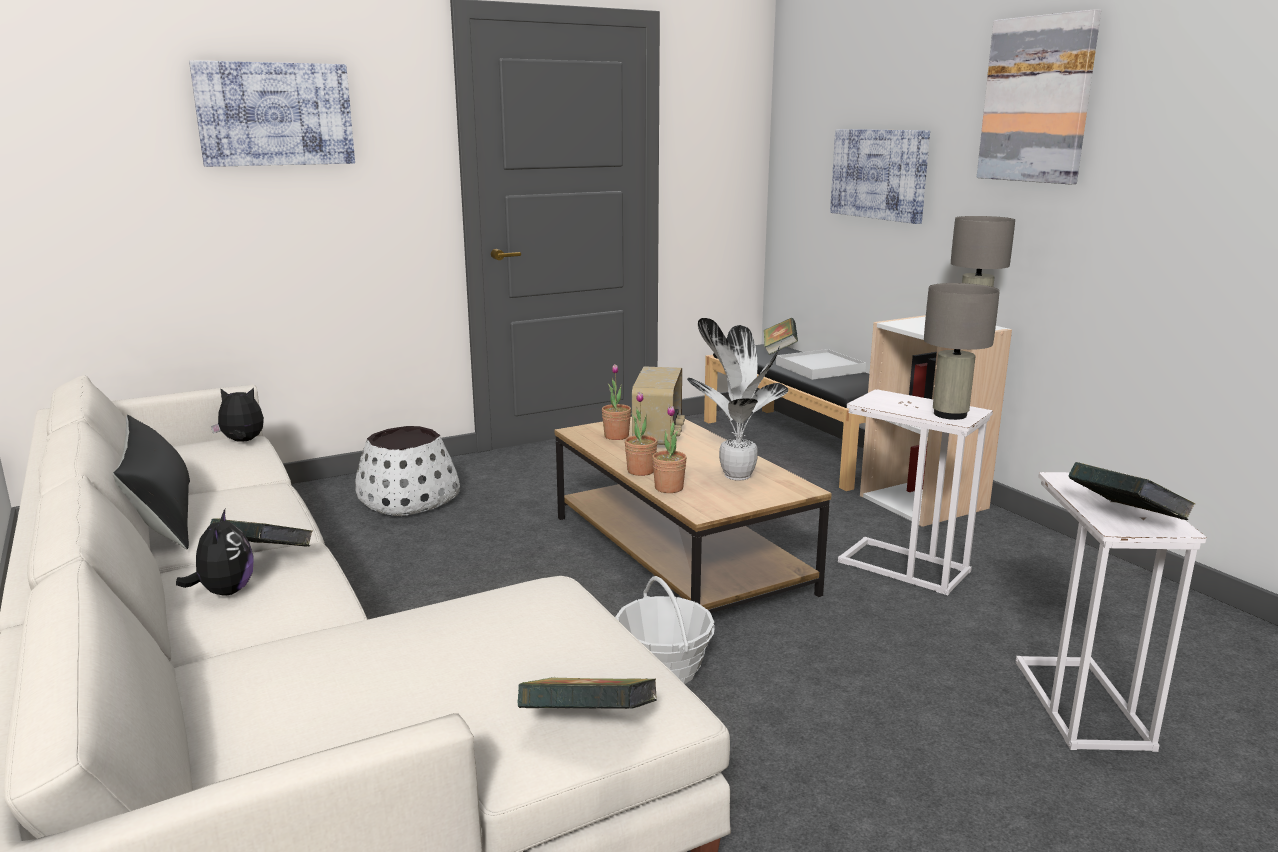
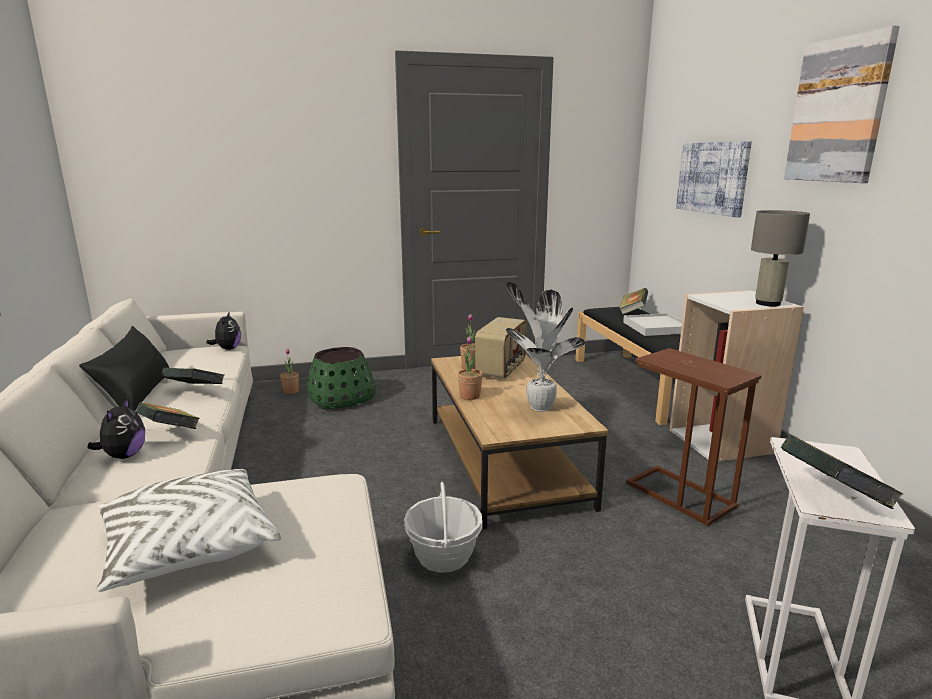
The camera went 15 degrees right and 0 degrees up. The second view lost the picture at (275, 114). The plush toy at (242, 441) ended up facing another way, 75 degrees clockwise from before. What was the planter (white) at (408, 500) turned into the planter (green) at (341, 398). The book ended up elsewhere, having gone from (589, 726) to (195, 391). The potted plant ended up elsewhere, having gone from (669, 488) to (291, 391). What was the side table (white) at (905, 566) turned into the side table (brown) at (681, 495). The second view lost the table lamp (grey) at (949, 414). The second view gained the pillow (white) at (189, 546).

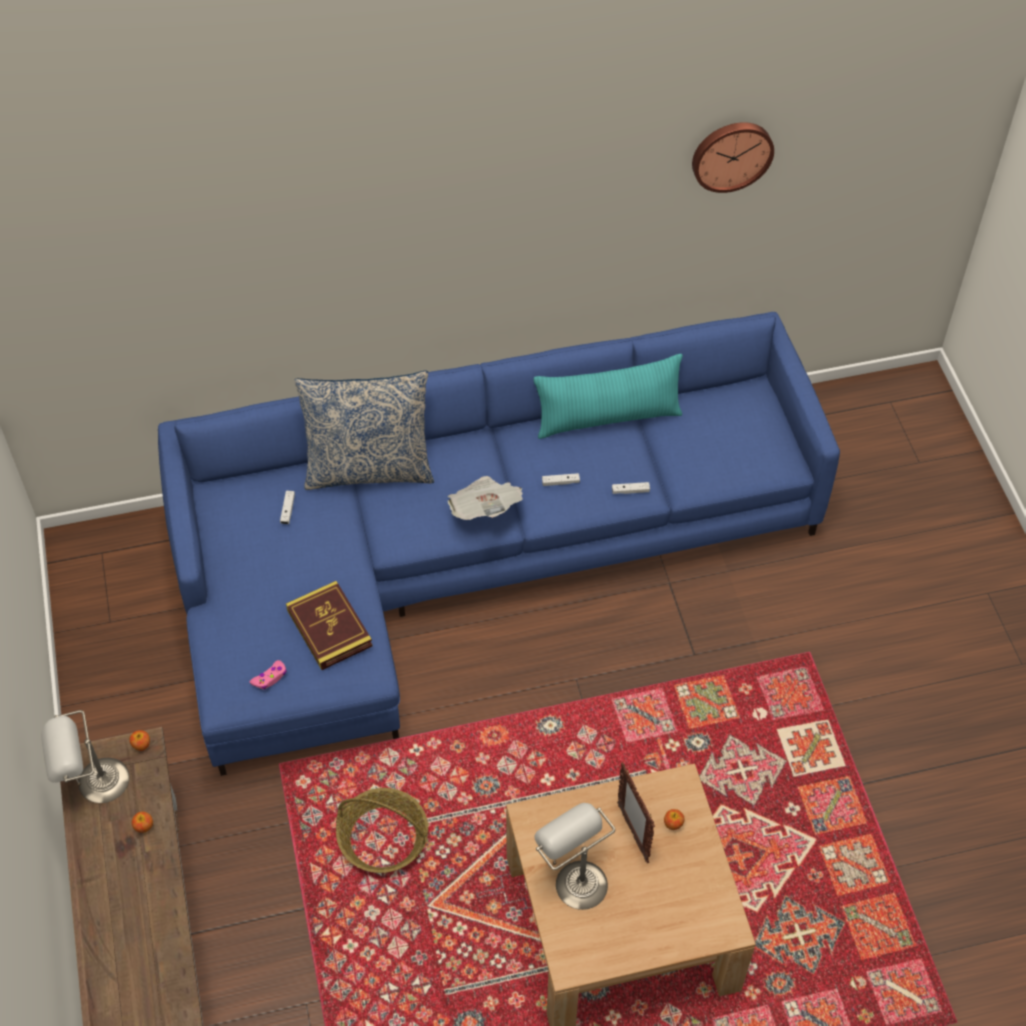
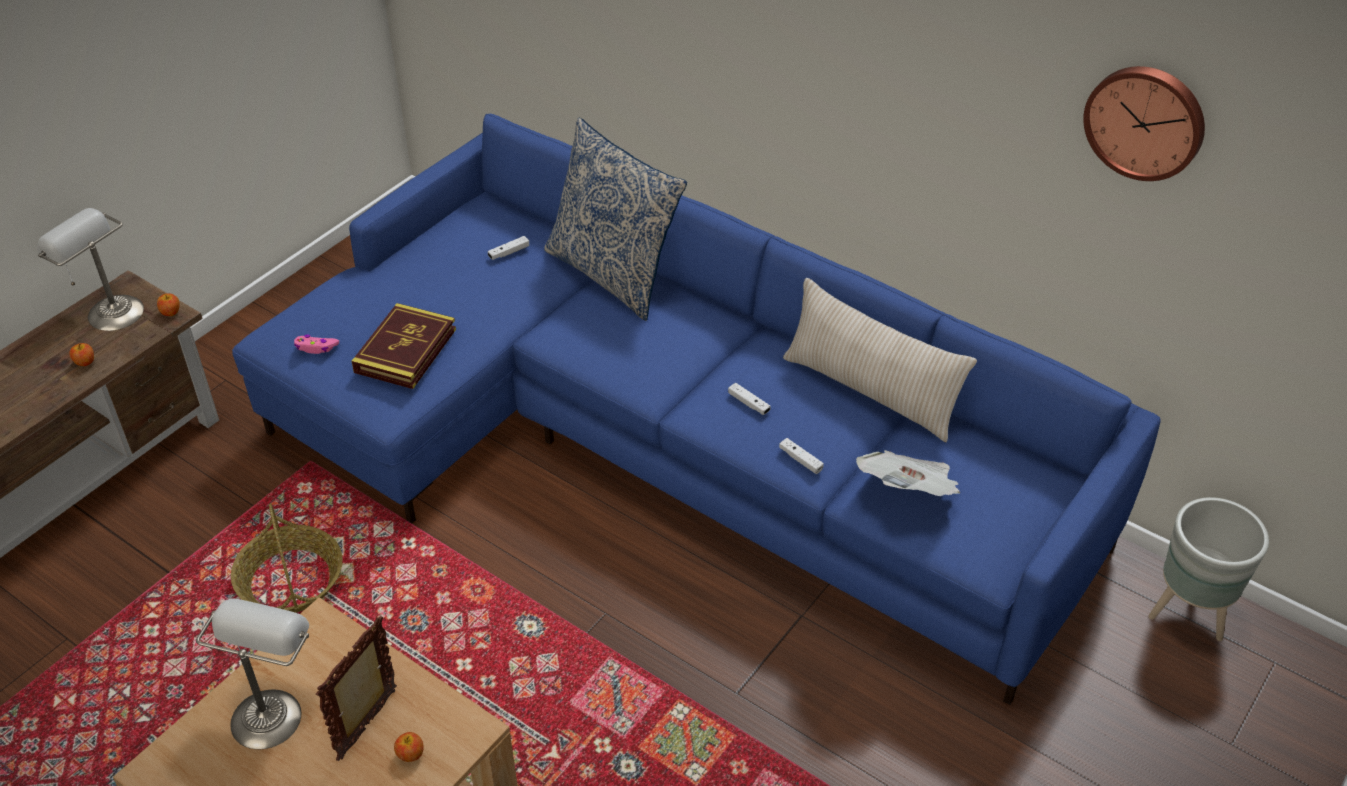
The camera went 50 degrees right and 10 degrees down. The newspaper ended up elsewhere, having gone from (484, 510) to (908, 491). What was the pillow (turquoise) at (608, 418) turned into the pillow (beige) at (870, 391). The second view gained the planter (grey) at (1189, 613).

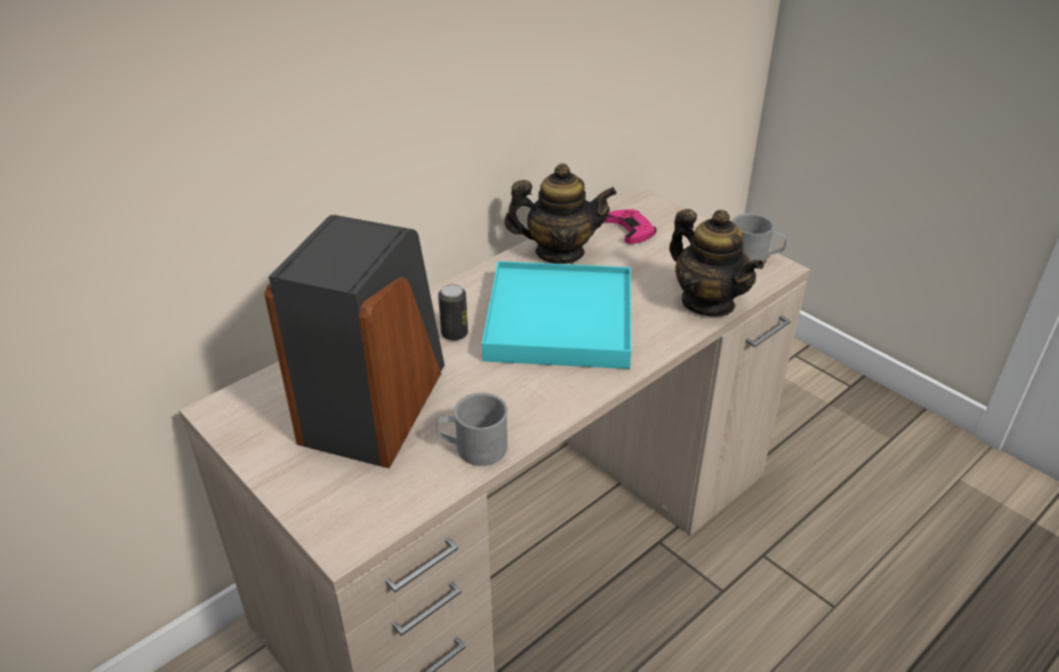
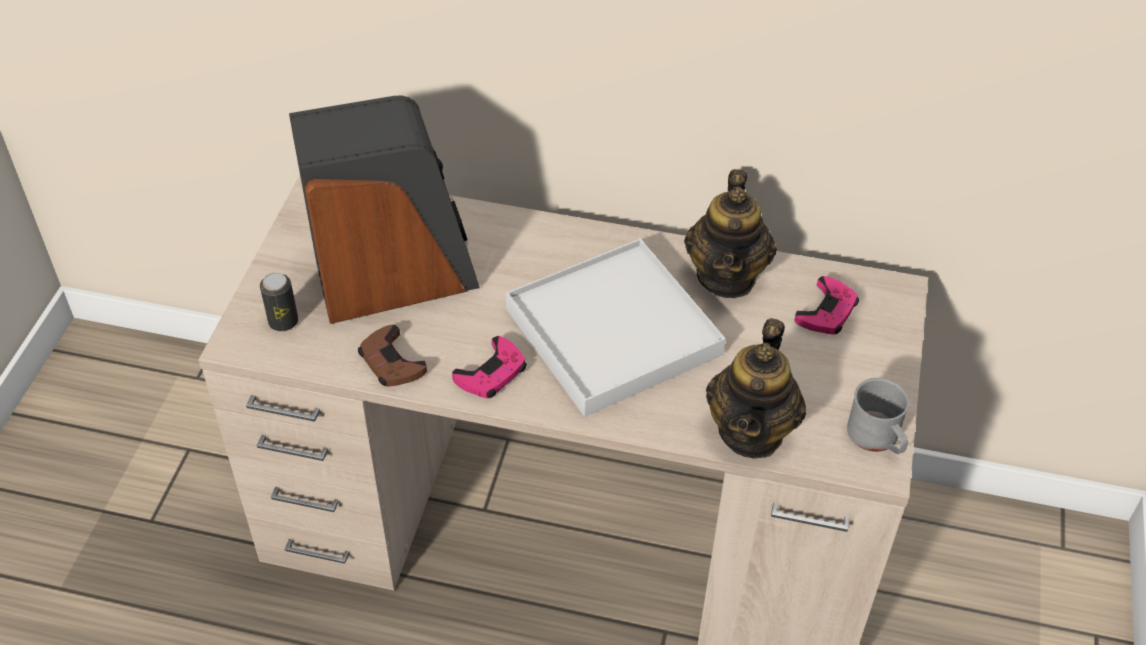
The camera went 55 degrees right and 10 degrees up. Where the mug (grey) stood at (473, 448), the game controller (brown) came to stand at (391, 362). The can ended up elsewhere, having gone from (454, 333) to (283, 322). What was the tray (turquoise) at (559, 321) turned into the tray (white) at (612, 331). The teapot at (559, 252) ended up facing another way, 45 degrees clockwise from before. The second view gained the game controller (pink) at (491, 373).

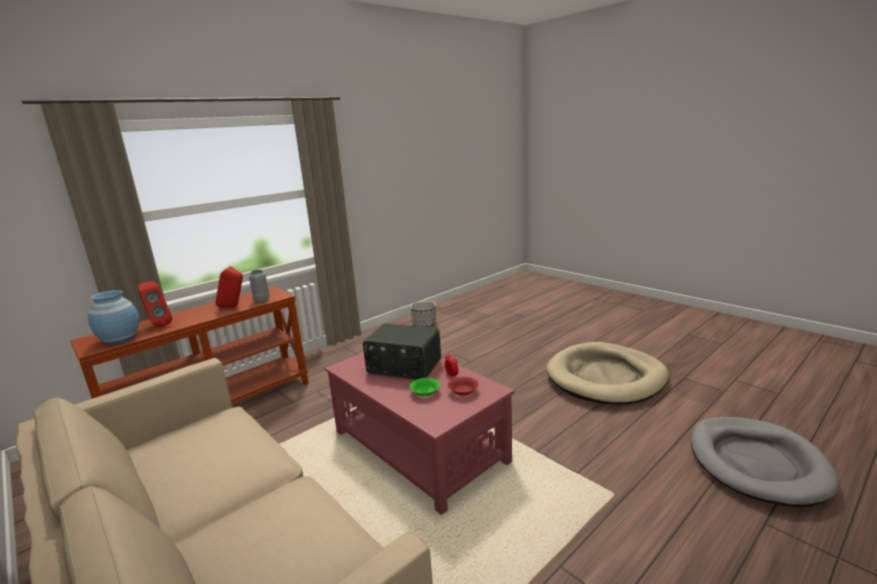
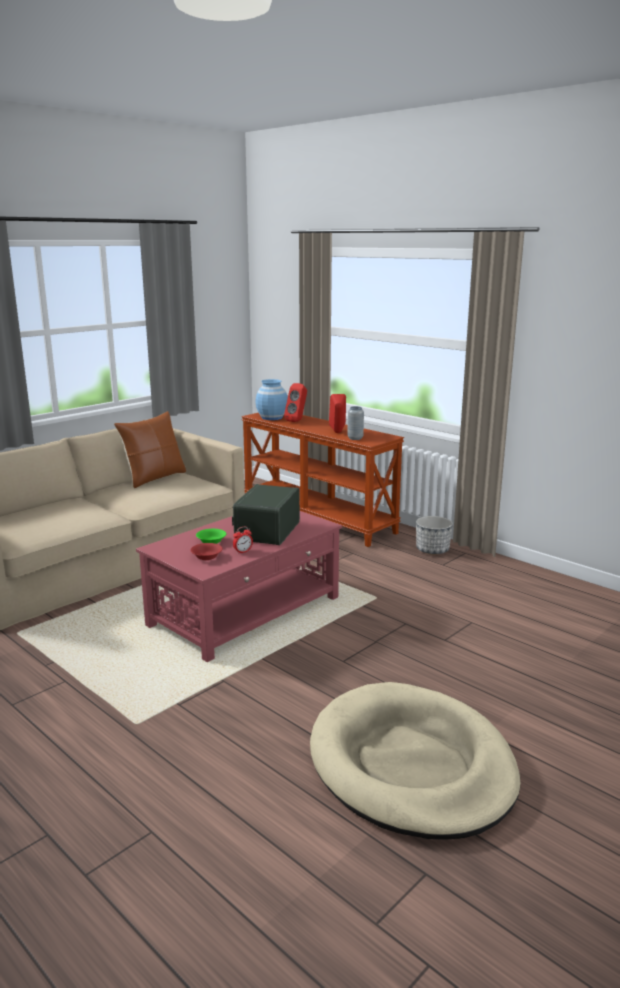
The camera went 85 degrees right and 0 degrees up. The planter ended up elsewhere, having gone from (424, 325) to (432, 550). The second view lost the dog bed (grey) at (756, 463). The second view gained the pillow (brown) at (154, 478).

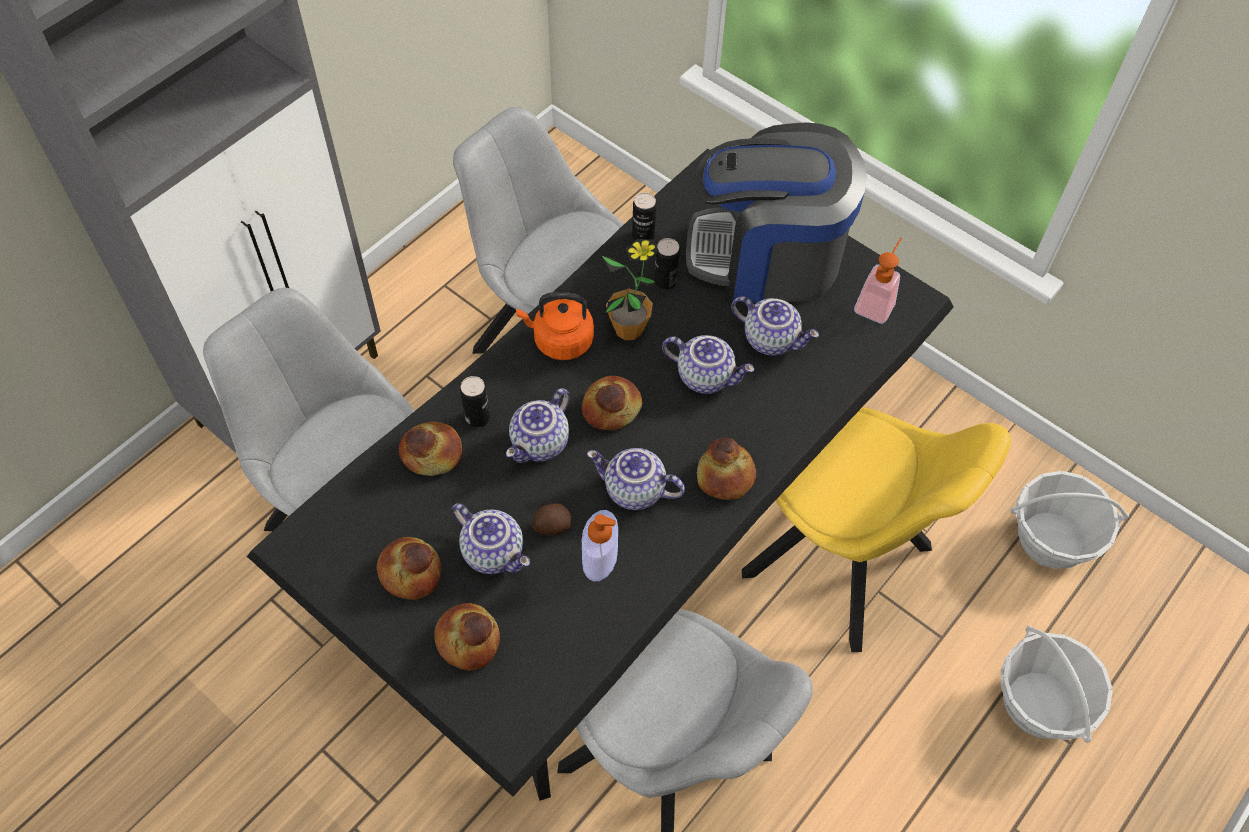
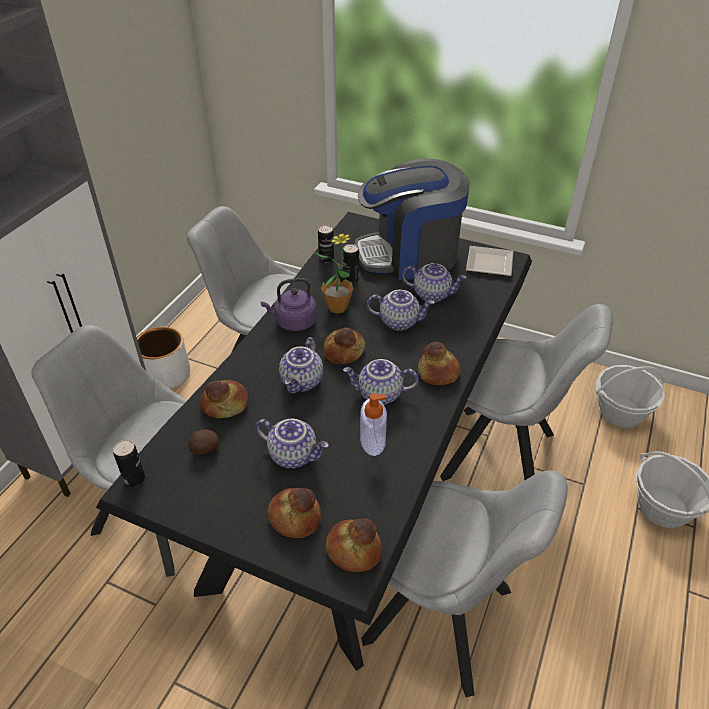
The camera went 15 degrees left and 15 degrees down. The bread ended up elsewhere, having gone from (411, 572) to (354, 550). The can ended up elsewhere, having gone from (477, 418) to (134, 479). What was the kettle (orange) at (560, 341) turned into the kettle (purple) at (293, 322). The potato ended up elsewhere, having gone from (551, 526) to (205, 449). What was the chair (yellow) at (842, 563) turned into the chair (grey) at (502, 456). Where the soap dispenser stood at (877, 303), the plate came to stand at (487, 264). The second view gained the planter (white) at (166, 374).

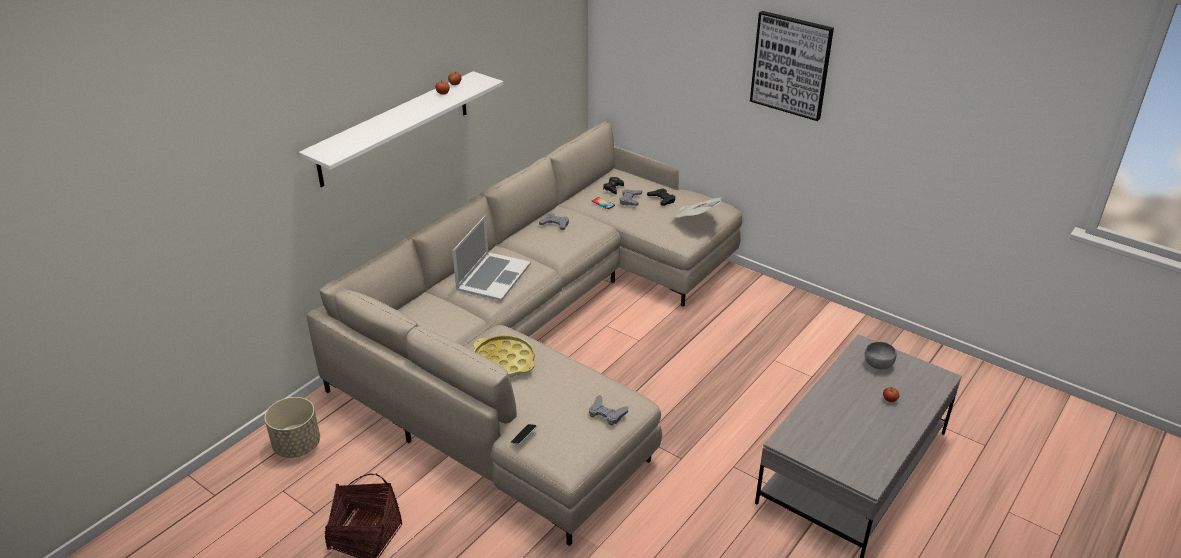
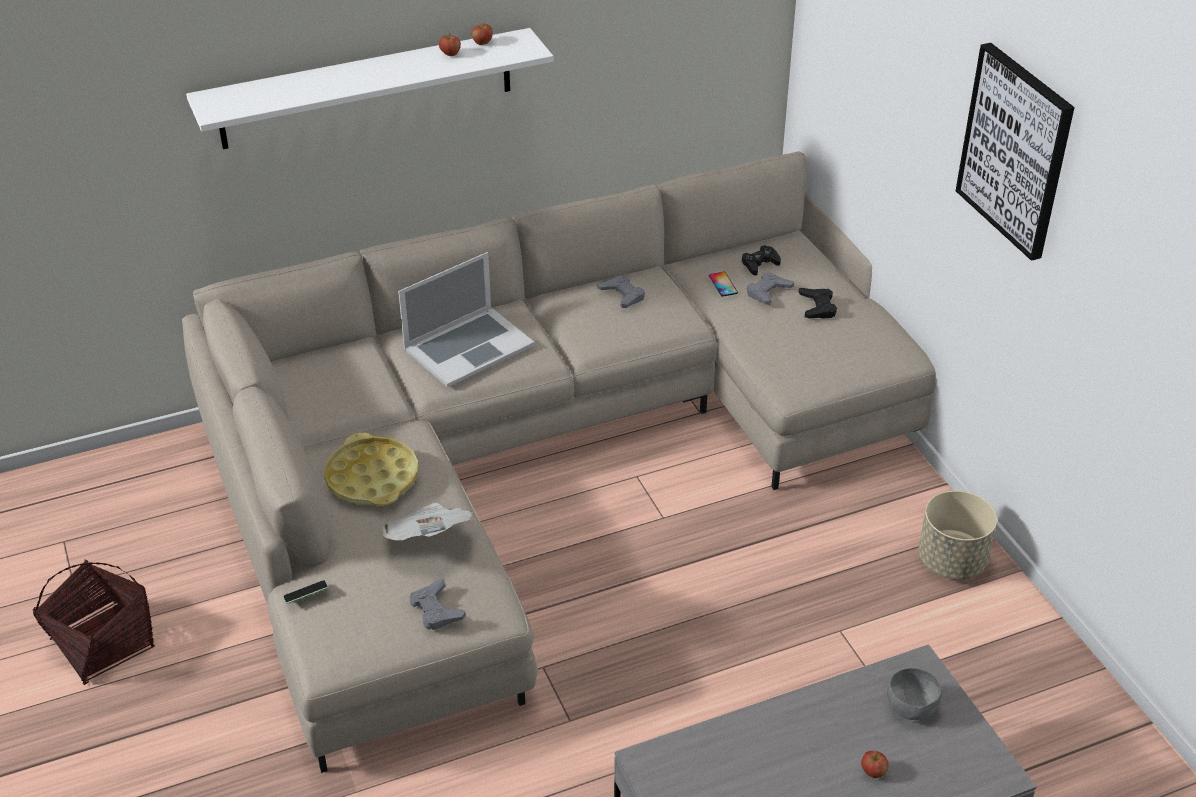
The camera went 30 degrees right and 5 degrees up. The planter (beige) ended up elsewhere, having gone from (297, 445) to (952, 561). The newspaper ended up elsewhere, having gone from (695, 219) to (428, 539).

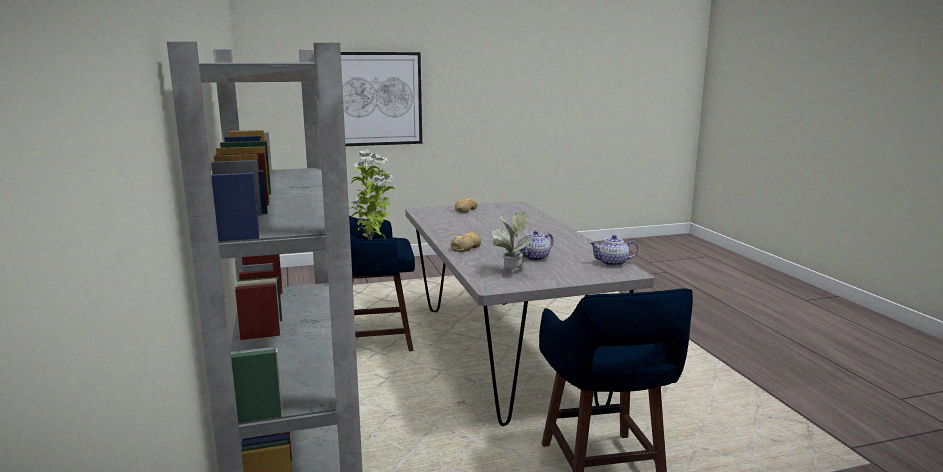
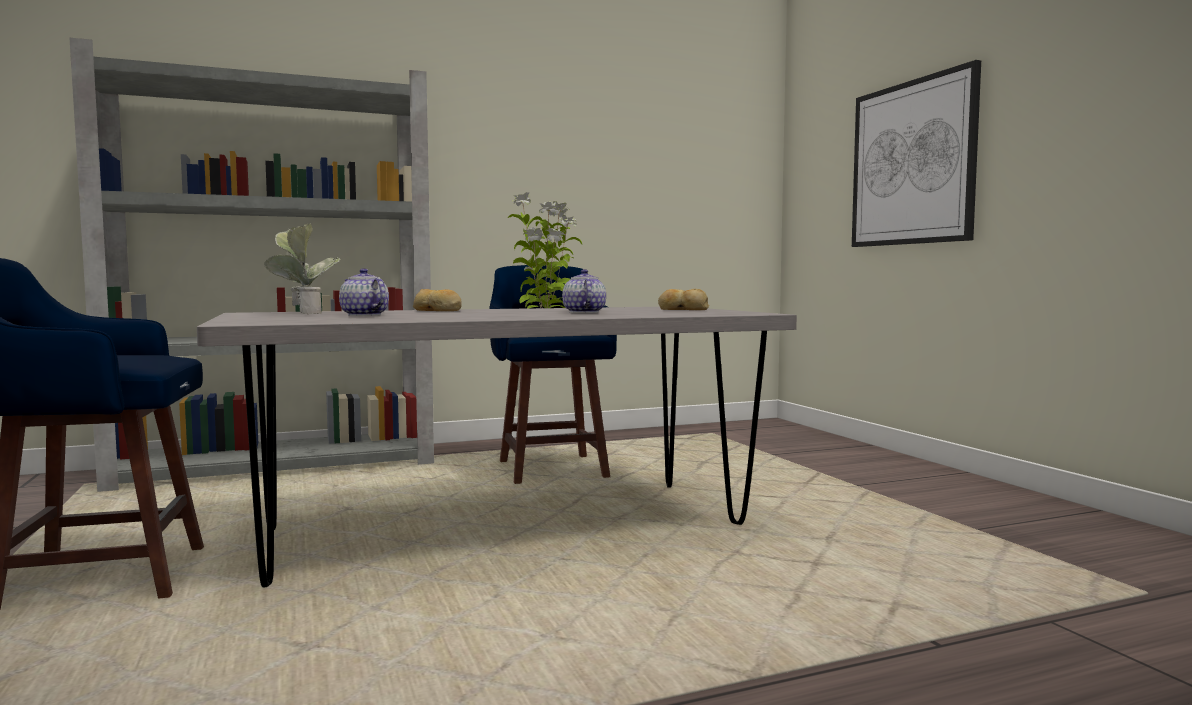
The camera went 85 degrees right and 10 degrees down. The teapot ended up elsewhere, having gone from (613, 263) to (583, 312).

